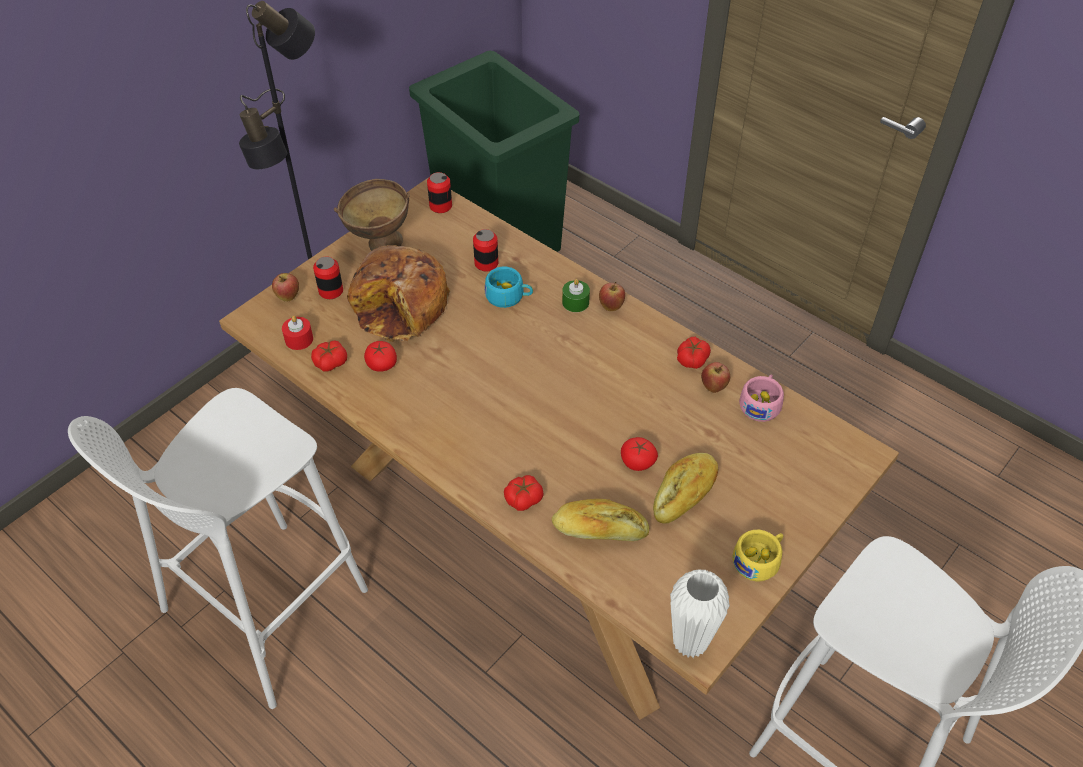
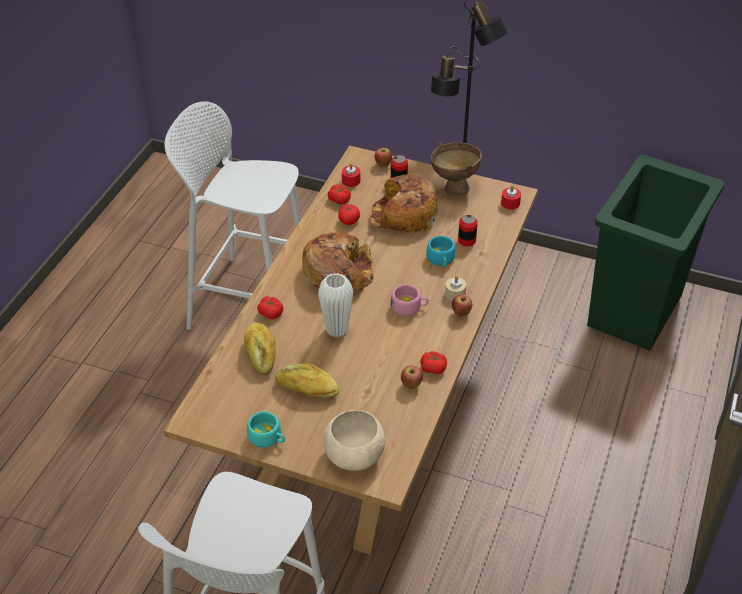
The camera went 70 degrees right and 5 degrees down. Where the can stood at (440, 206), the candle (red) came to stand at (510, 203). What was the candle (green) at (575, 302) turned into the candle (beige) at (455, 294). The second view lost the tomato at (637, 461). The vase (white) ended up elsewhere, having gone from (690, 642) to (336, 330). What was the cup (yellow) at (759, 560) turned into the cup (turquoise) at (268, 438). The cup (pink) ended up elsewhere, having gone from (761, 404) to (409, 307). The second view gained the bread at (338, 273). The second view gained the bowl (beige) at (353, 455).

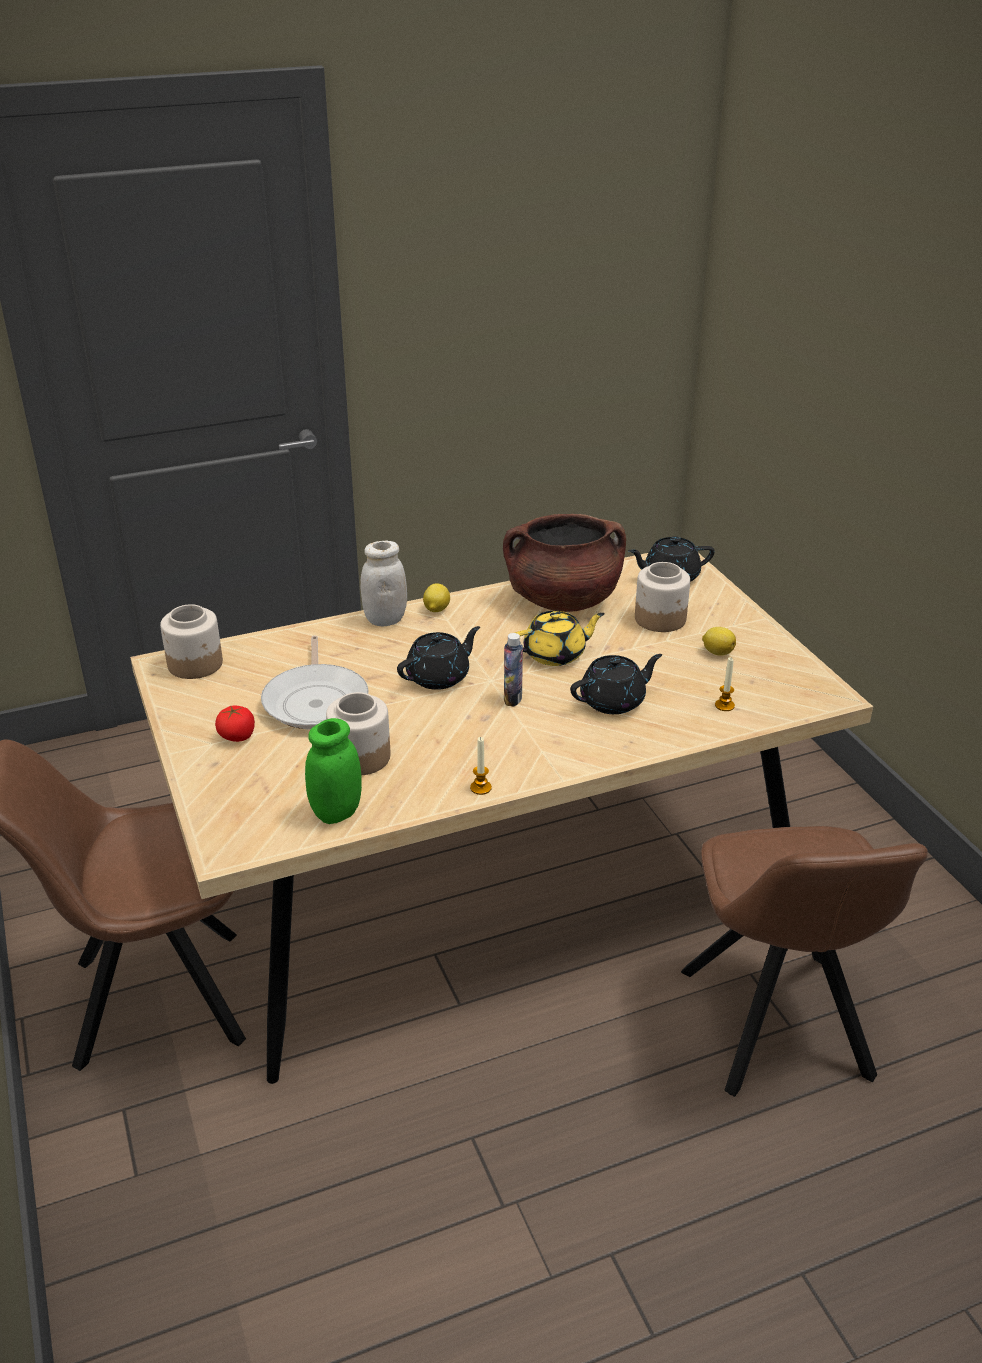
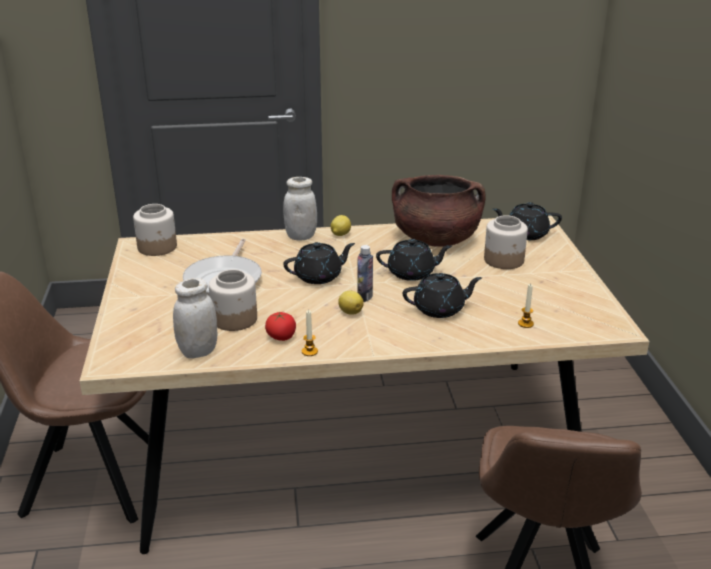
The camera went 15 degrees right and 5 degrees down. The tomato ended up elsewhere, having gone from (237, 736) to (281, 337). What was the jar (green) at (337, 812) turned into the jar (white) at (198, 351). What was the teapot (yellow) at (555, 654) turned into the teapot (black) at (412, 273). The lemon ended up elsewhere, having gone from (717, 652) to (350, 312).

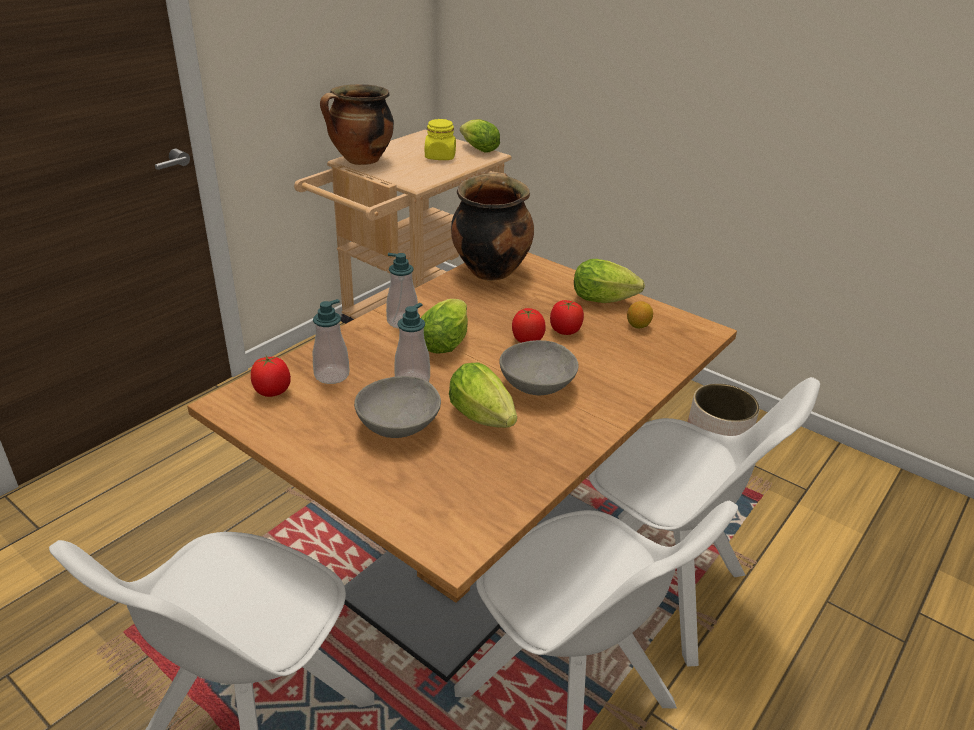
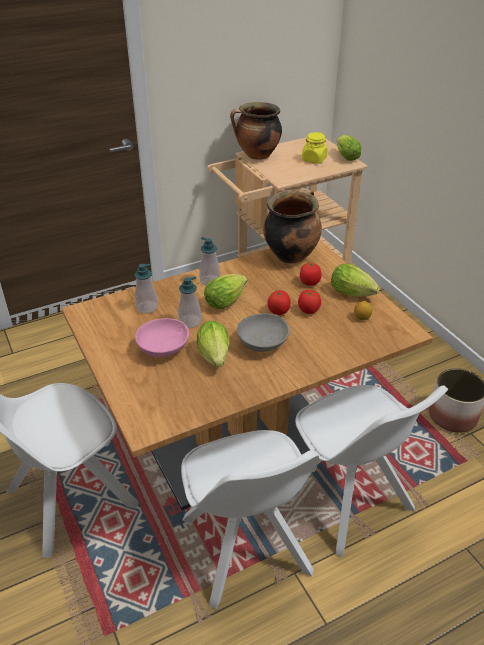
The camera went 25 degrees right and 5 degrees up. The tomato ended up elsewhere, having gone from (272, 391) to (310, 283). What was the bowl (grey) at (397, 425) turned into the bowl (pink) at (163, 348).

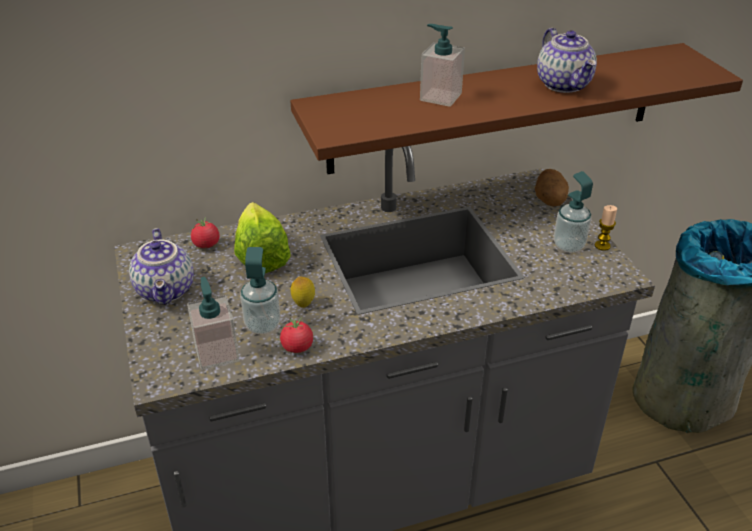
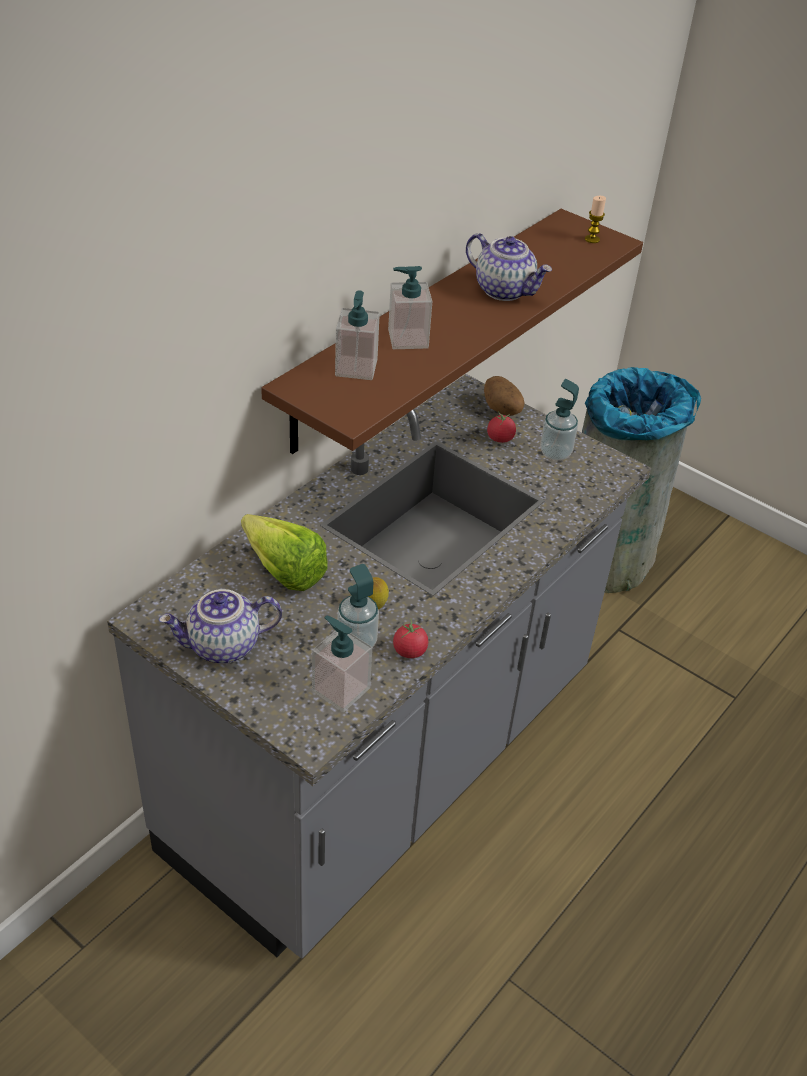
The camera went 35 degrees left and 5 degrees up. The teapot at (167, 290) ended up facing another way, 120 degrees clockwise from before. The tomato ended up elsewhere, having gone from (206, 245) to (500, 438). The candle ended up elsewhere, having gone from (602, 246) to (592, 239). The second view gained the soap dispenser at (356, 368).

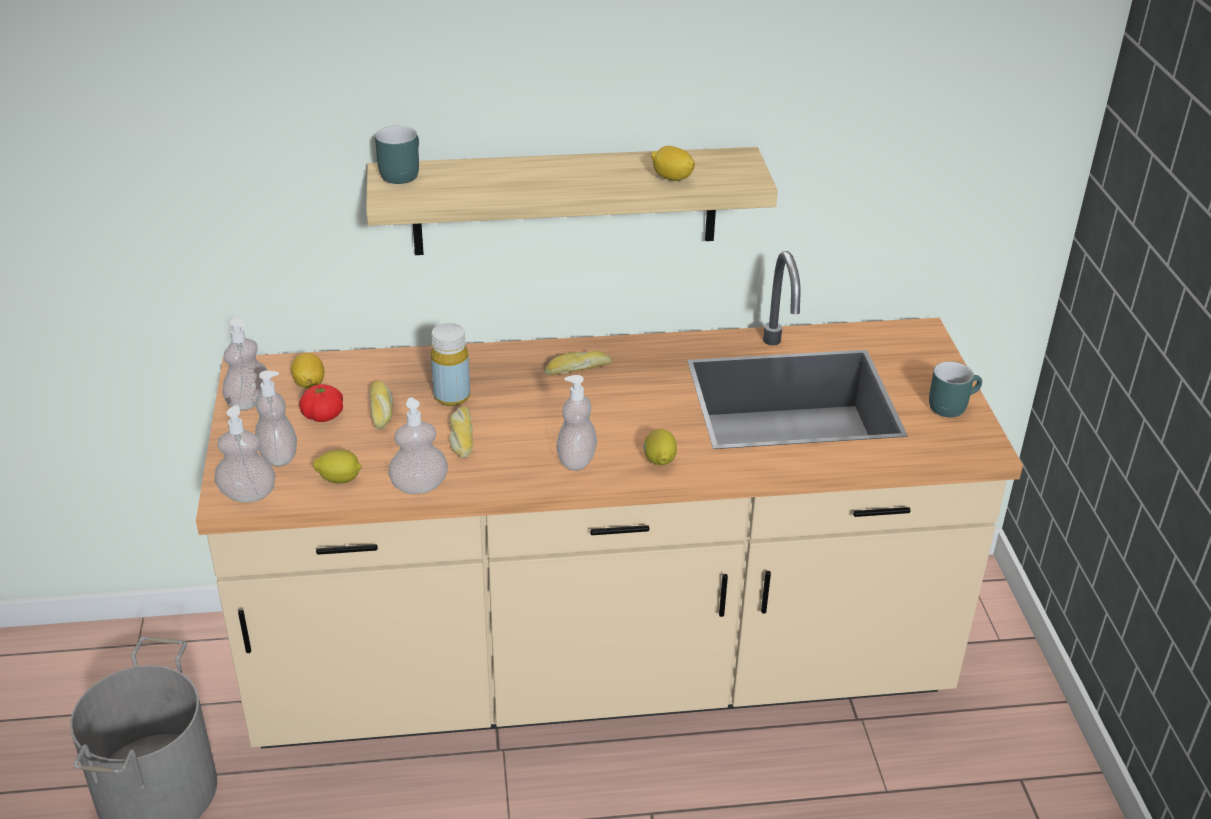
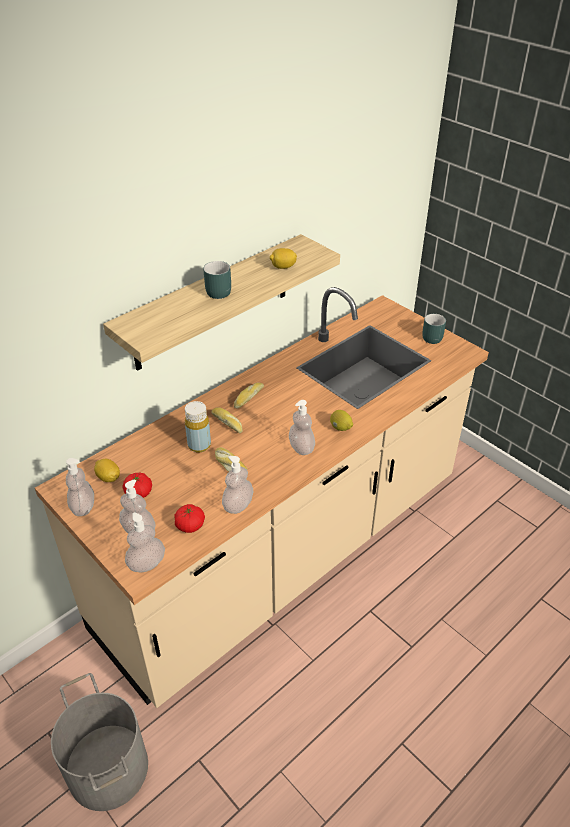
The camera went 35 degrees left and 5 degrees up. Where the lemon stood at (339, 479), the tomato came to stand at (190, 525). The bread ended up elsewhere, having gone from (382, 410) to (228, 423). The mug (turquoise) ended up elsewhere, having gone from (400, 172) to (216, 291).

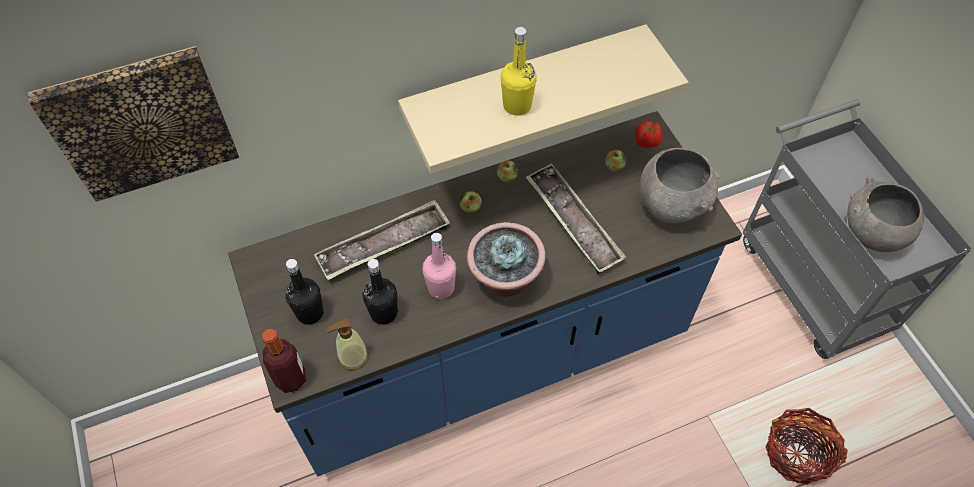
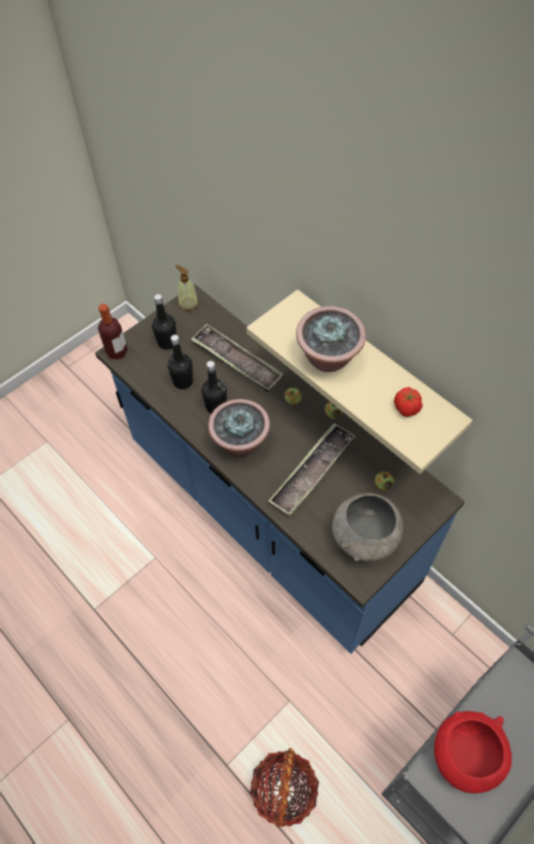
The camera went 70 degrees right and 0 degrees up. The second view lost the picture at (141, 123). The soap dispenser ended up elsewhere, having gone from (352, 356) to (188, 303). What was the bottle (pink) at (441, 288) turned into the bottle (black) at (216, 407). Where the bottle (yellow) stood at (517, 105), the potted plant came to stand at (329, 359). The tomato ended up elsewhere, having gone from (647, 142) to (406, 409). What was the bowl (grey) at (872, 234) turned into the bowl (red) at (464, 756).

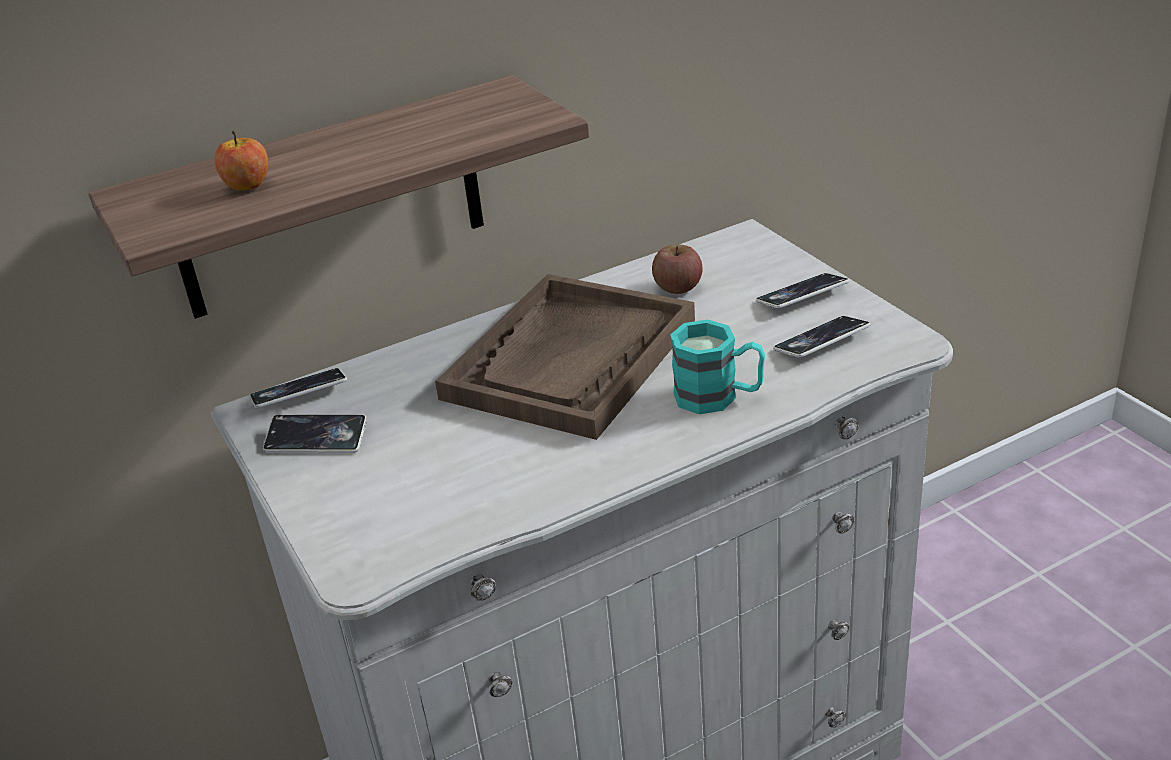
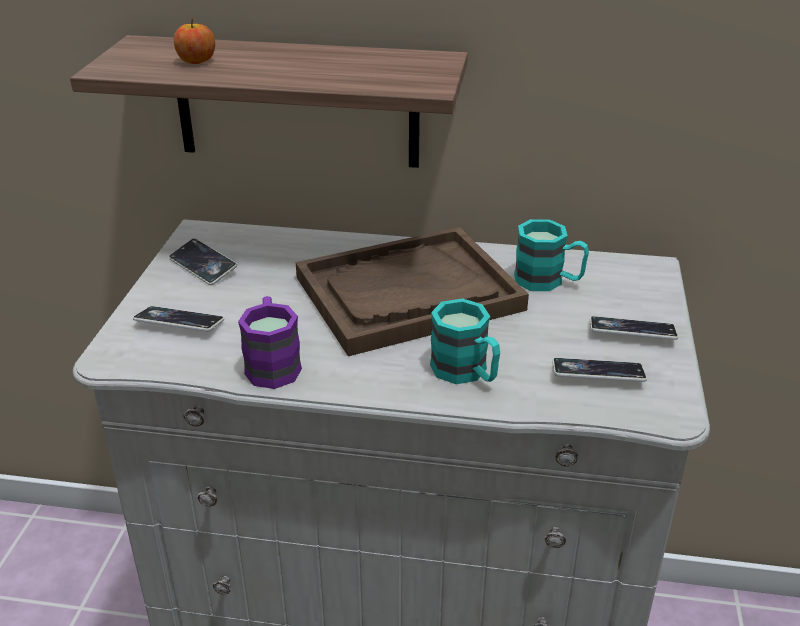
The camera went 35 degrees right and 0 degrees up. The phone ended up elsewhere, having gone from (299, 393) to (179, 323). Where the apple stood at (678, 287), the mug (turquoise) came to stand at (548, 281). The second view gained the mug (purple) at (272, 363).

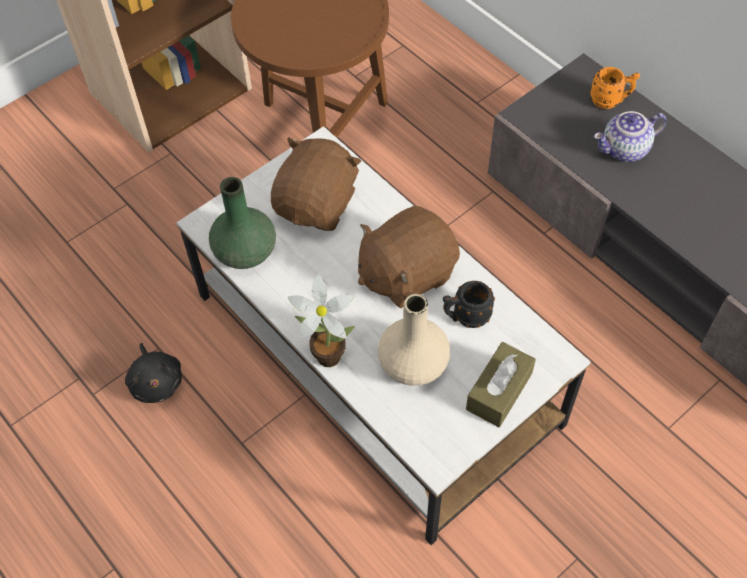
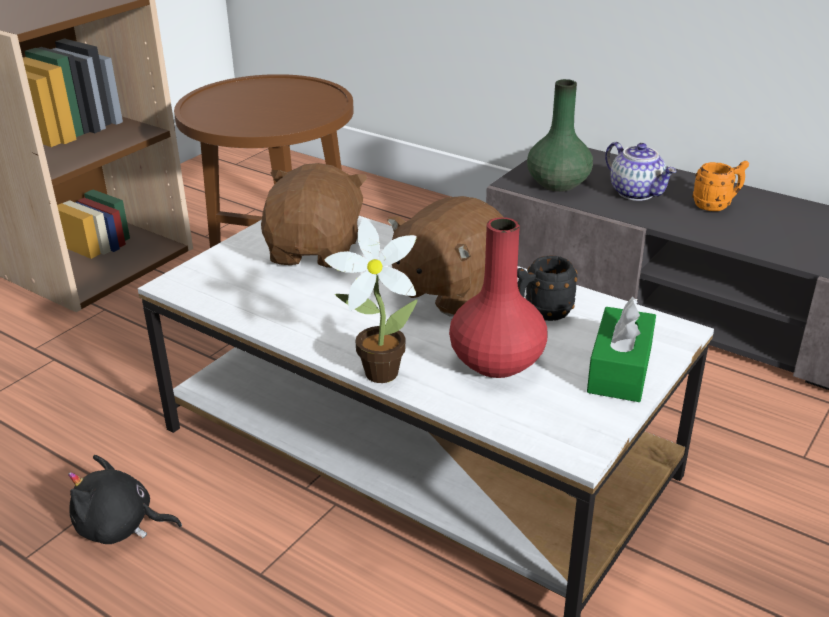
The camera went 15 degrees left and 25 degrees down. The plush toy (black) at (156, 382) ended up facing another way, 135 degrees clockwise from before. The vase (green) ended up elsewhere, having gone from (245, 251) to (557, 183). What was the vase (beige) at (413, 363) turned into the vase (red) at (495, 362). What was the tissue box (brown) at (499, 391) turned into the tissue box (green) at (620, 370). The mug (orange) ended up elsewhere, having gone from (610, 101) to (716, 205). The teapot at (624, 150) ended up facing another way, 90 degrees counterclockwise from before.

